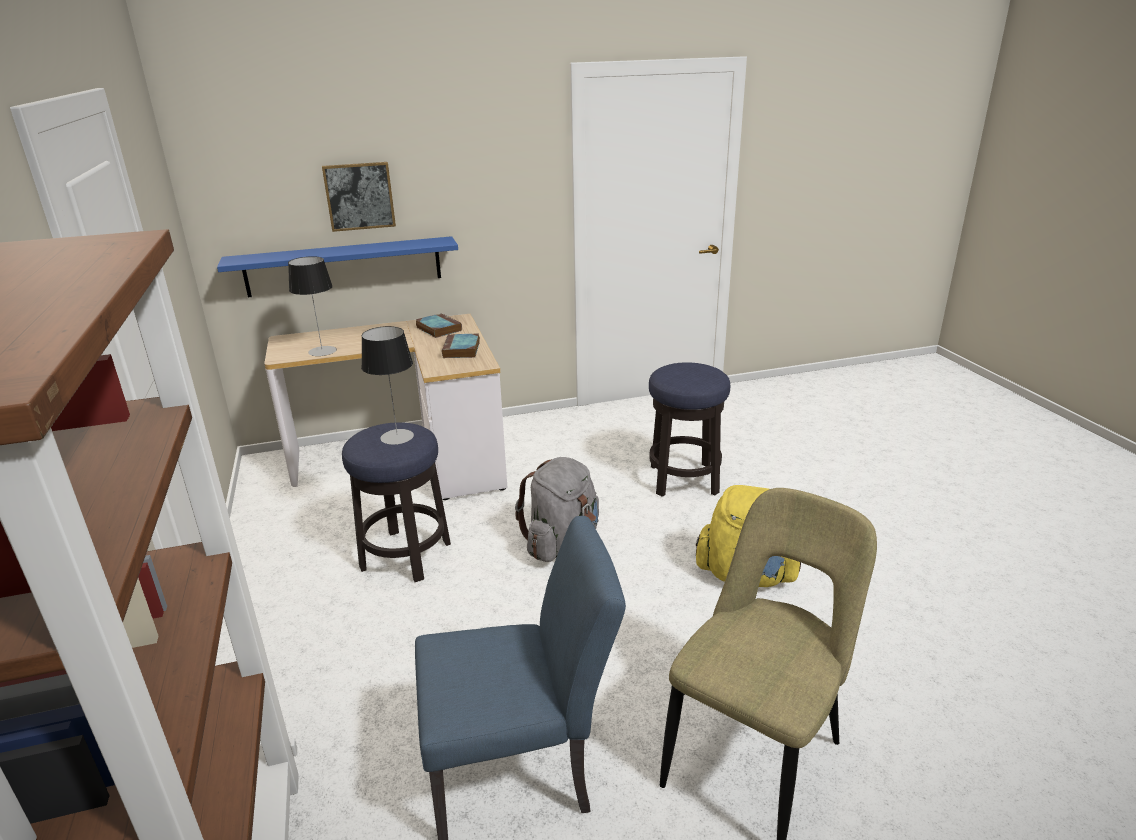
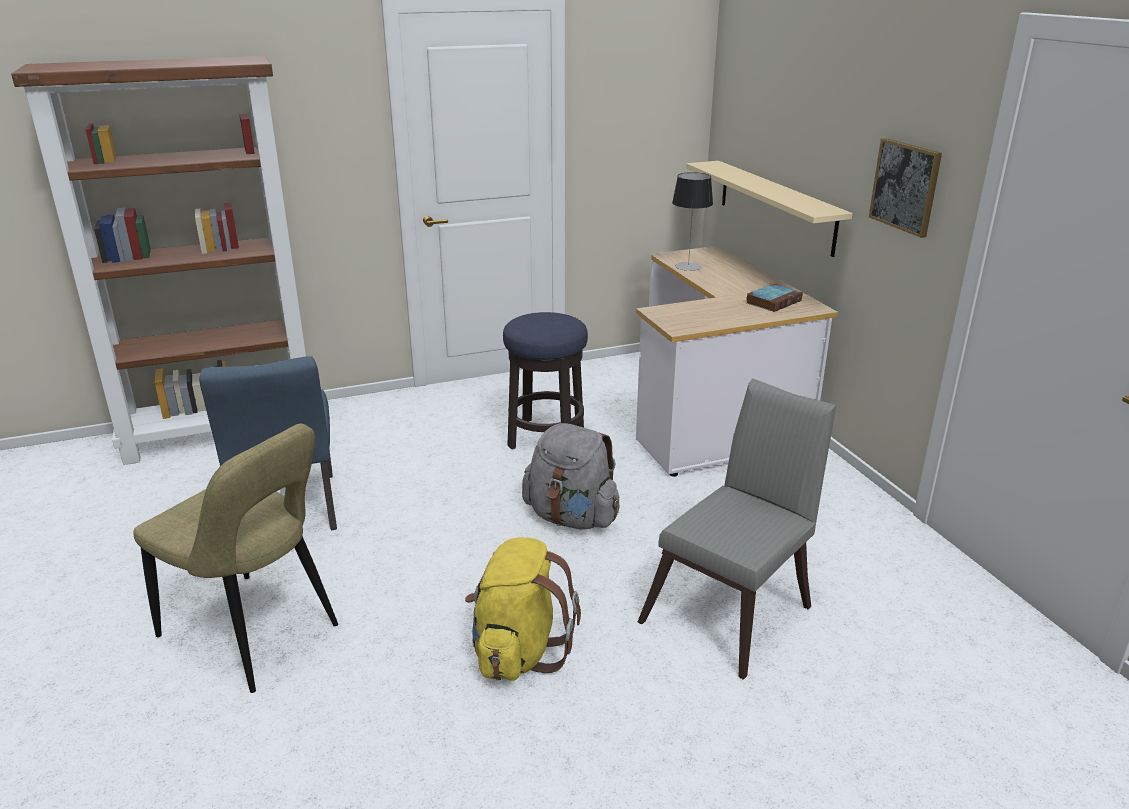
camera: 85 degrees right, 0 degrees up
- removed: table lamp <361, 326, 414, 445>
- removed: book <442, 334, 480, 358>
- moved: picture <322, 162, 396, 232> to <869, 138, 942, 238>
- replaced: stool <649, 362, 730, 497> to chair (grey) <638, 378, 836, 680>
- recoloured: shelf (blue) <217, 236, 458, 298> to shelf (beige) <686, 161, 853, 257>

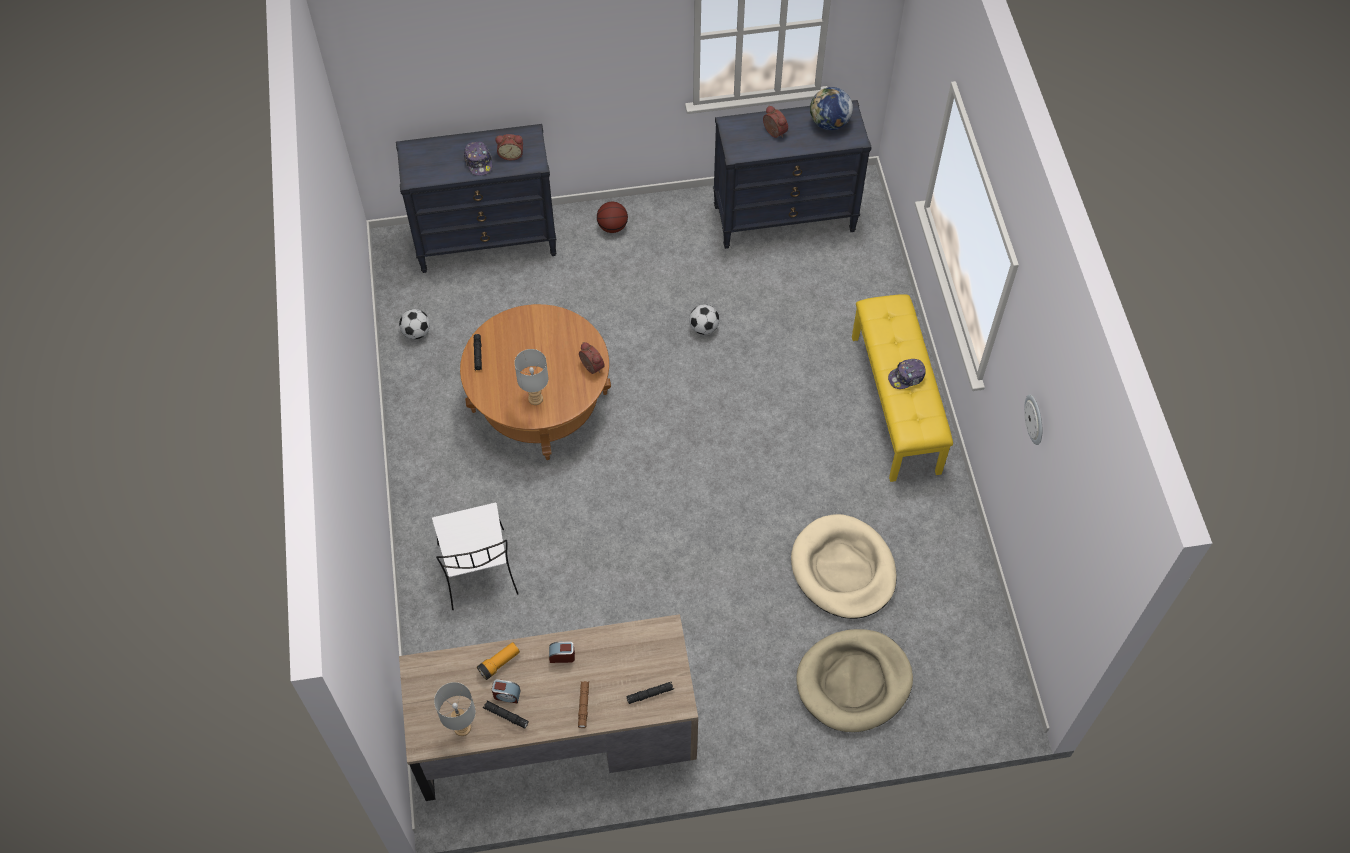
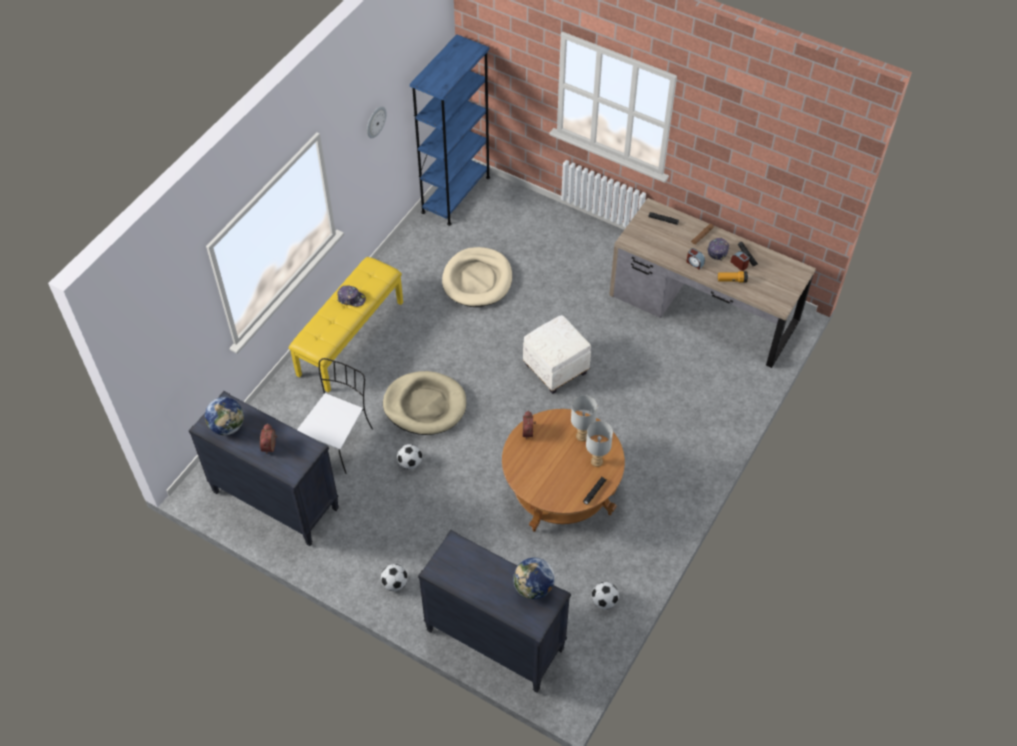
camera: 140 degrees left, 5 degrees down
- removed: alarm clock <495, 134, 523, 160>
- added: bookcase (blue) <410, 34, 490, 226>
- added: globe <513, 558, 555, 599>
- added: ottoman (white) <523, 315, 591, 394>
- moved: chair (white) <432, 503, 519, 610> to <297, 358, 373, 474>
- moved: table lamp (grey) <434, 682, 476, 736> to <586, 421, 613, 467>
- moved: cap <464, 142, 492, 176> to <707, 238, 729, 261>
- moved: dog bed (beige) <796, 629, 913, 732> to <383, 371, 466, 435>
- replaced: basketball <597, 202, 628, 233> to football <381, 564, 408, 591>

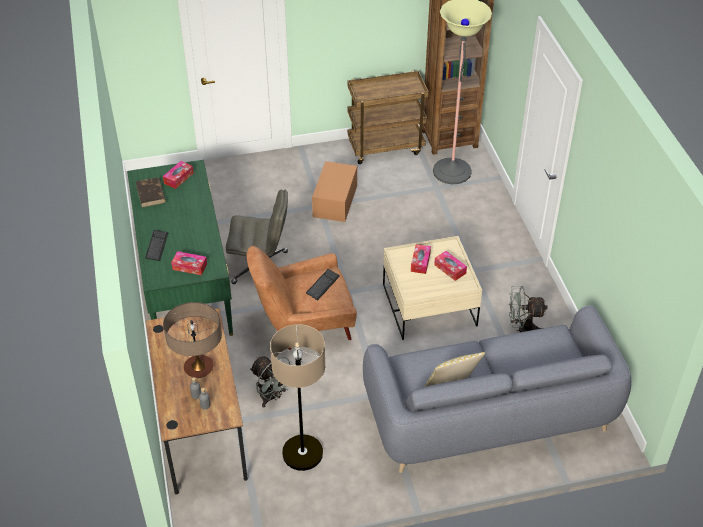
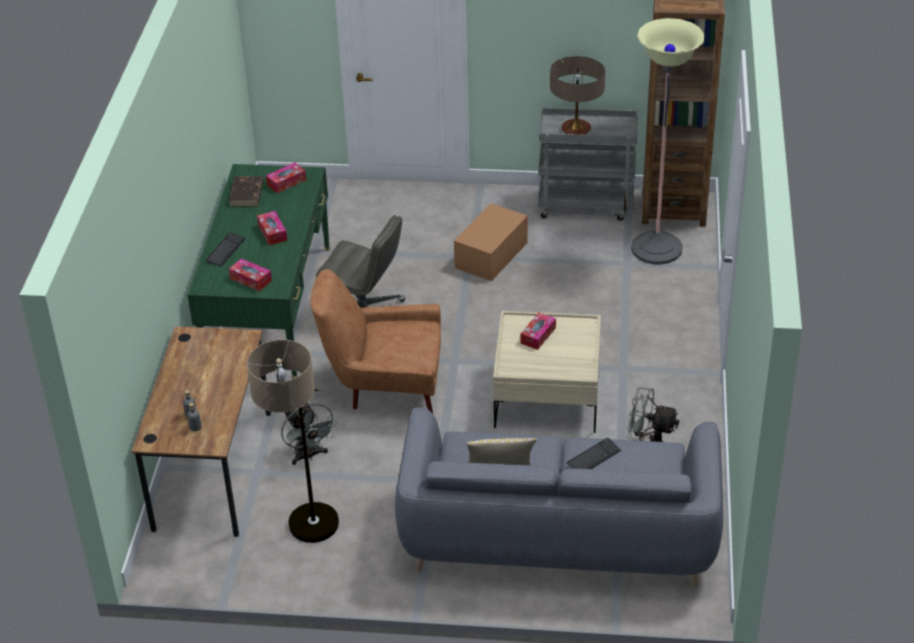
camera: 20 degrees right, 5 degrees down
- moved: table lamp <163, 302, 222, 378> to <550, 56, 605, 135>
- moved: keyboard <306, 269, 340, 300> to <567, 438, 621, 469>
- moved: tissue box <434, 251, 467, 281> to <257, 211, 287, 245>
- recoloured: cart (brown) <347, 71, 429, 164> to cart (grey) <538, 107, 638, 221>

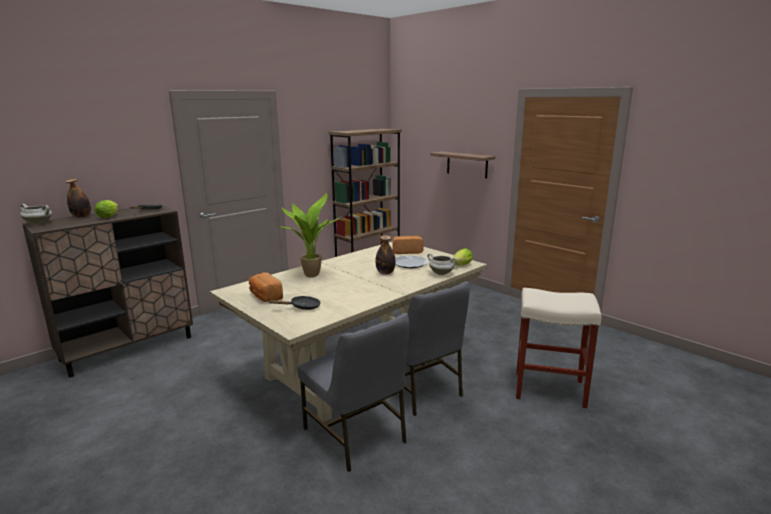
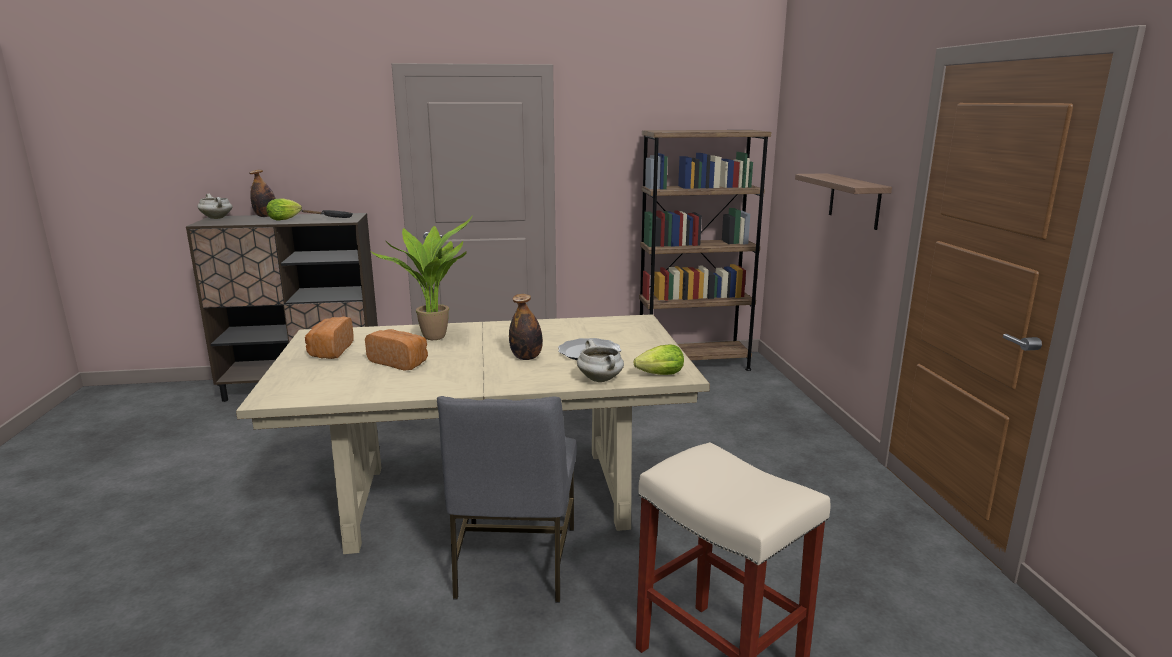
camera: 35 degrees right, 0 degrees up
- removed: frying pan (black) <268, 296, 321, 310>
- removed: chair (grey) <298, 313, 409, 472>
- moved: bread <392, 236, 424, 254> to <365, 329, 428, 371>

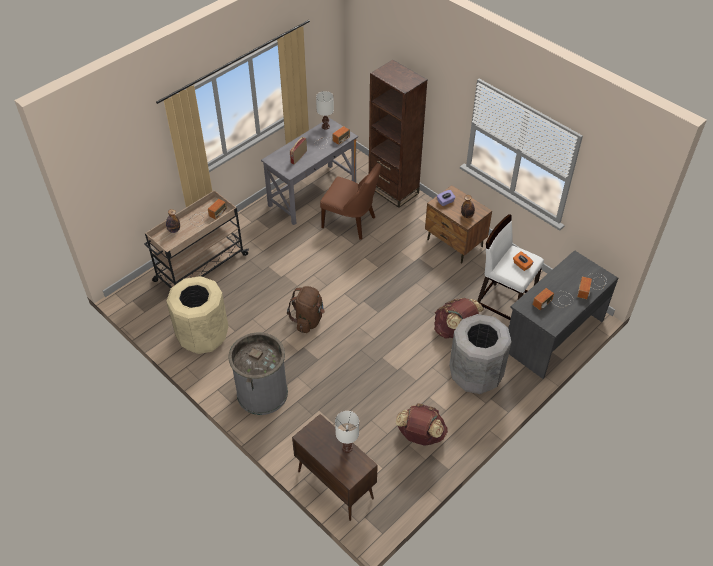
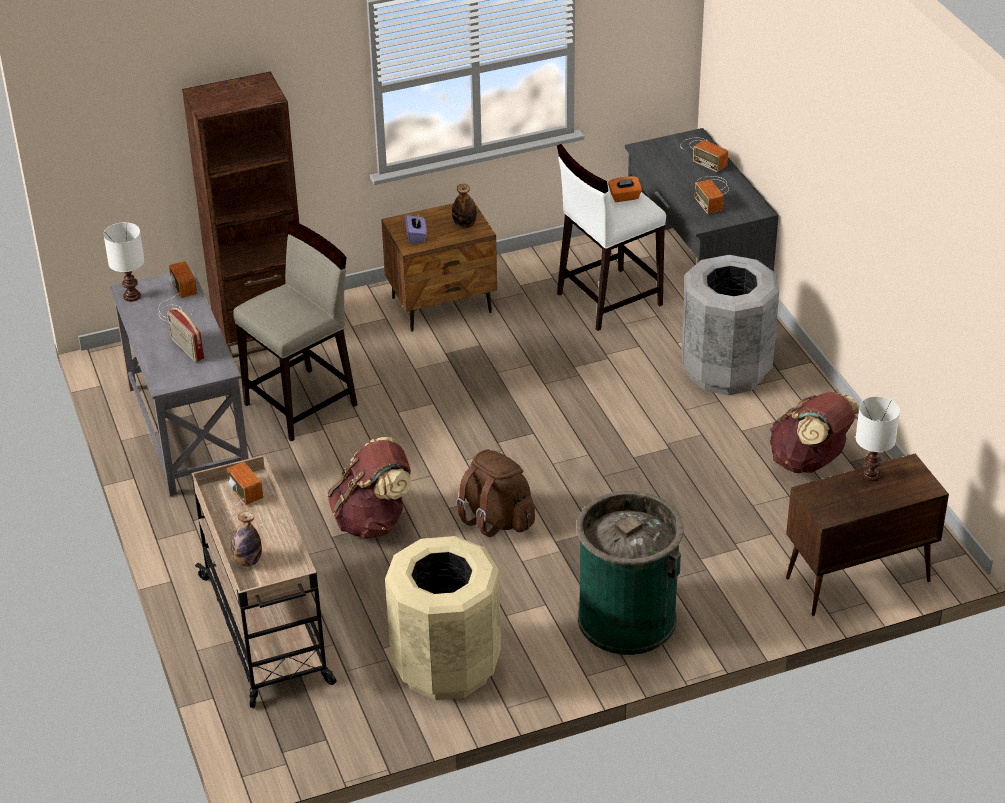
camera: 65 degrees left, 10 degrees down
- moved: backpack (brown) <434, 298, 484, 338> to <328, 437, 412, 539>
- replaced: chair (brown) <320, 163, 381, 240> to stool (beige) <233, 221, 358, 442>
- recoloured: trash can (grey) <228, 333, 288, 415> to trash can (green) <577, 491, 684, 655>

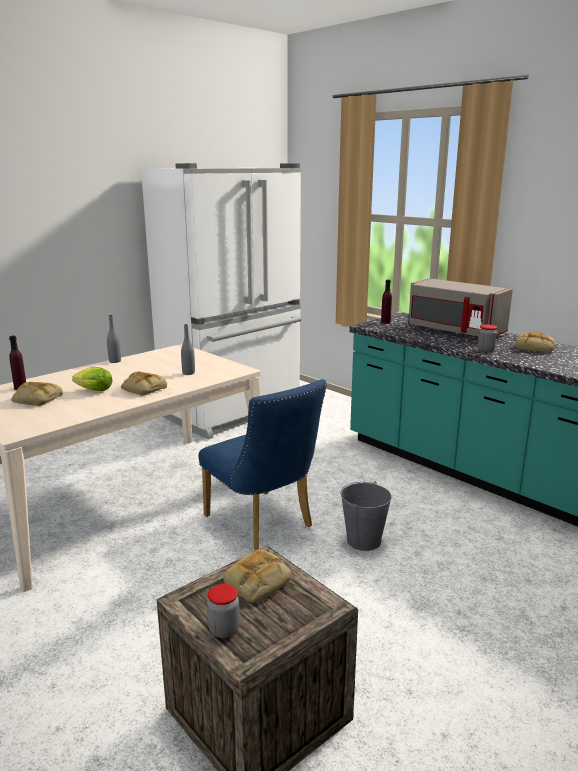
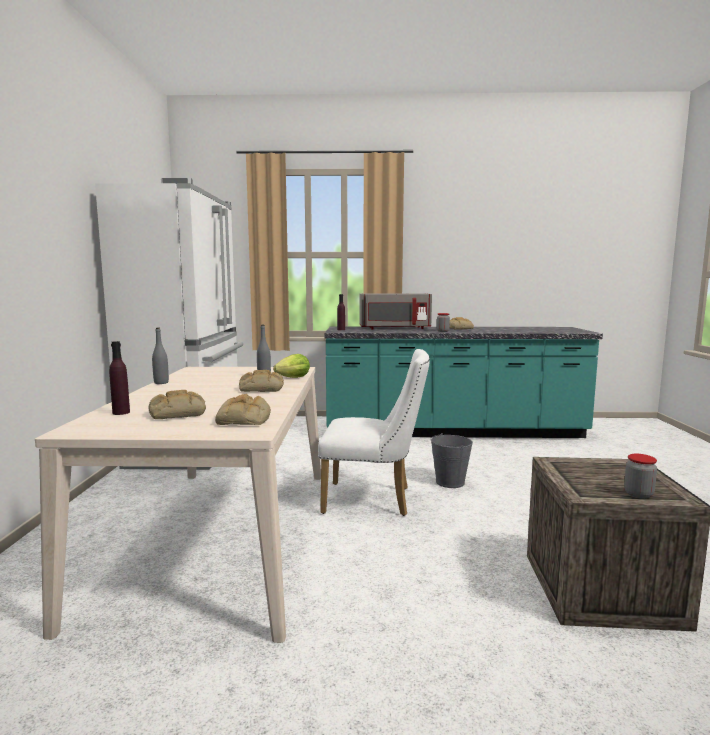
camera: 45 degrees left, 10 degrees down
- moved: lettuce <72, 367, 113, 391> to <273, 354, 310, 378>
- moved: bread <223, 549, 291, 603> to <215, 394, 271, 425>
- recoloured: chair (blue) <199, 379, 327, 551> to chair (white) <318, 349, 430, 516>

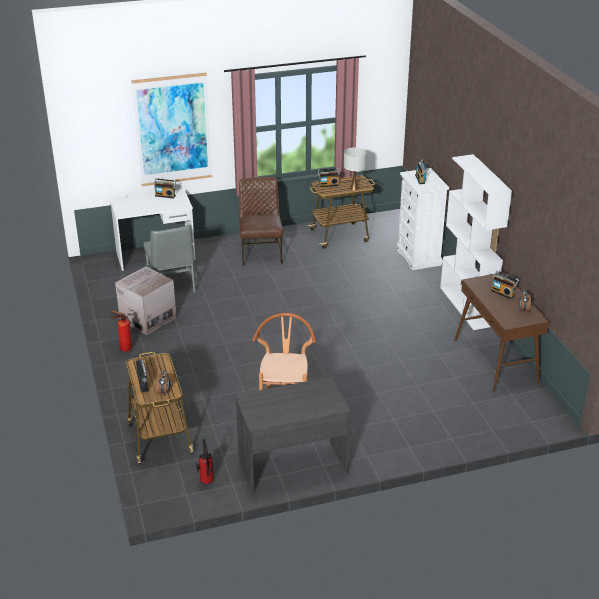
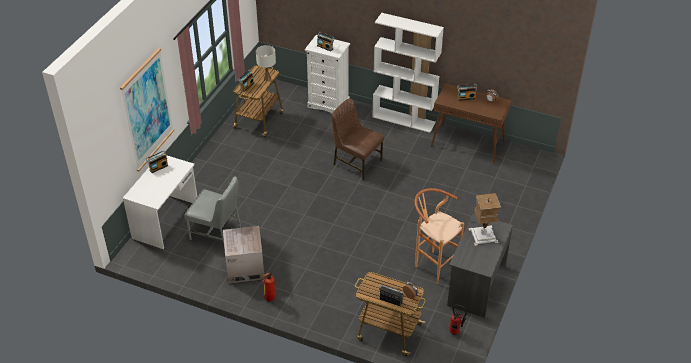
camera: 50 degrees left, 10 degrees up
- added: table lamp <468, 193, 501, 246>
- moved: chair (brown) <239, 177, 283, 266> to <331, 99, 384, 180>

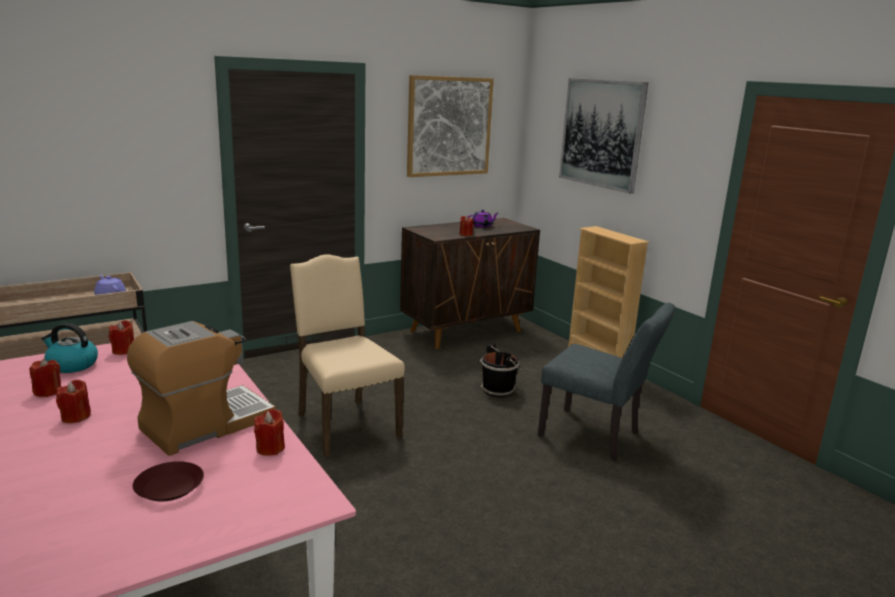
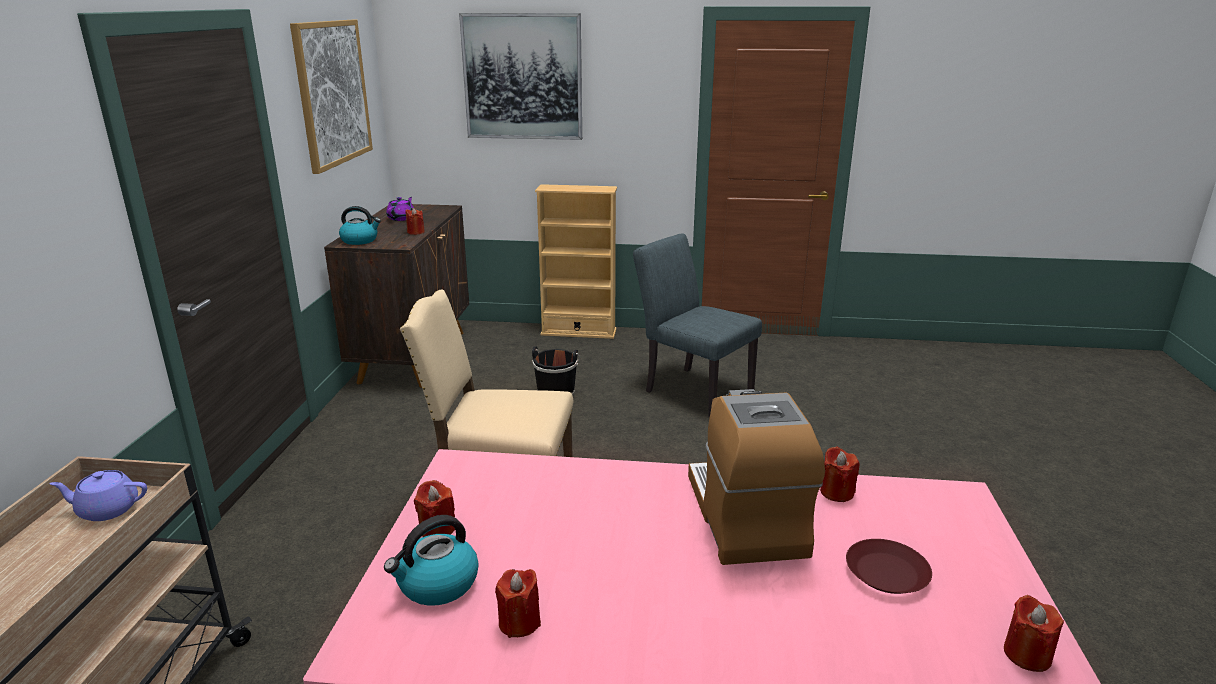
camera: 50 degrees left, 5 degrees up
- added: kettle <339, 206, 381, 245>
- moved: candle (red) <56, 380, 91, 423> to <1004, 595, 1064, 672>
- turned: chair (grey) <538, 303, 676, 461> = <633, 233, 762, 417> 120 degrees counterclockwise

